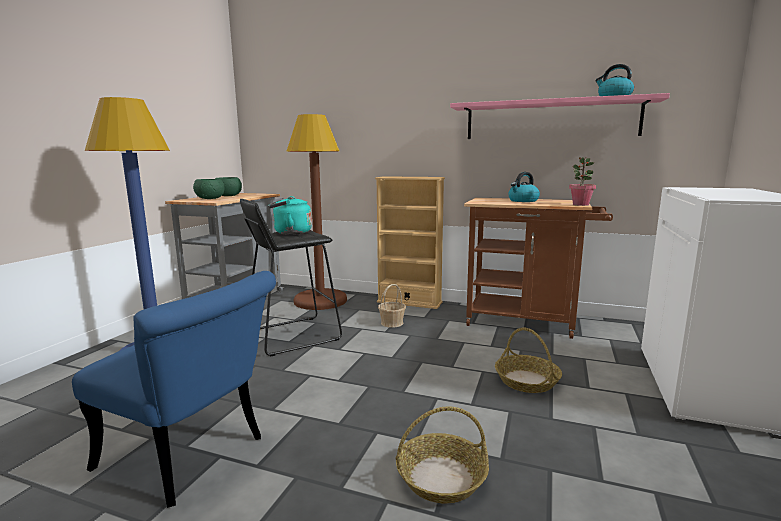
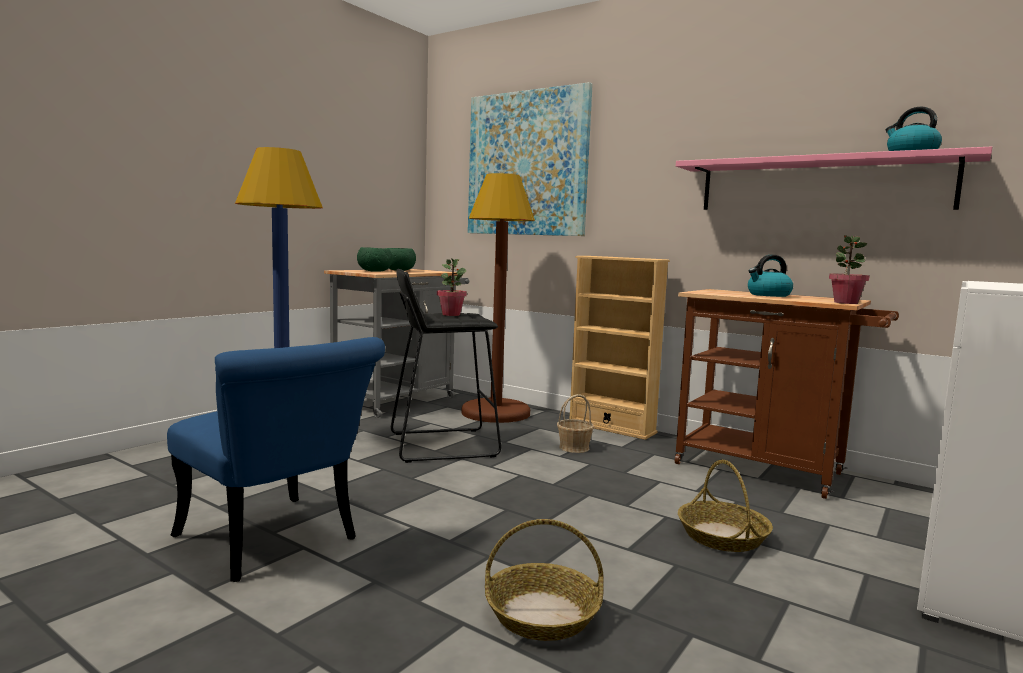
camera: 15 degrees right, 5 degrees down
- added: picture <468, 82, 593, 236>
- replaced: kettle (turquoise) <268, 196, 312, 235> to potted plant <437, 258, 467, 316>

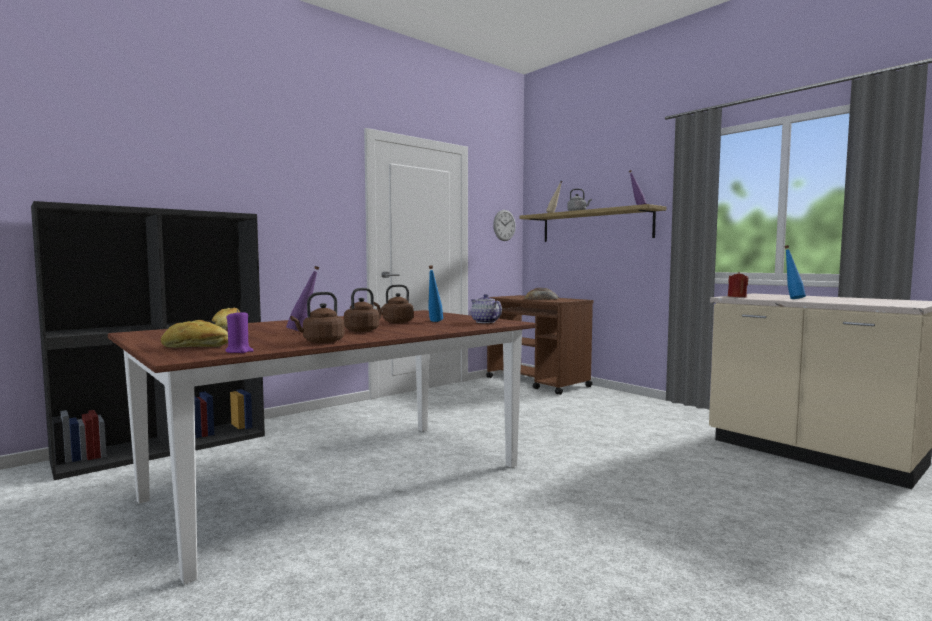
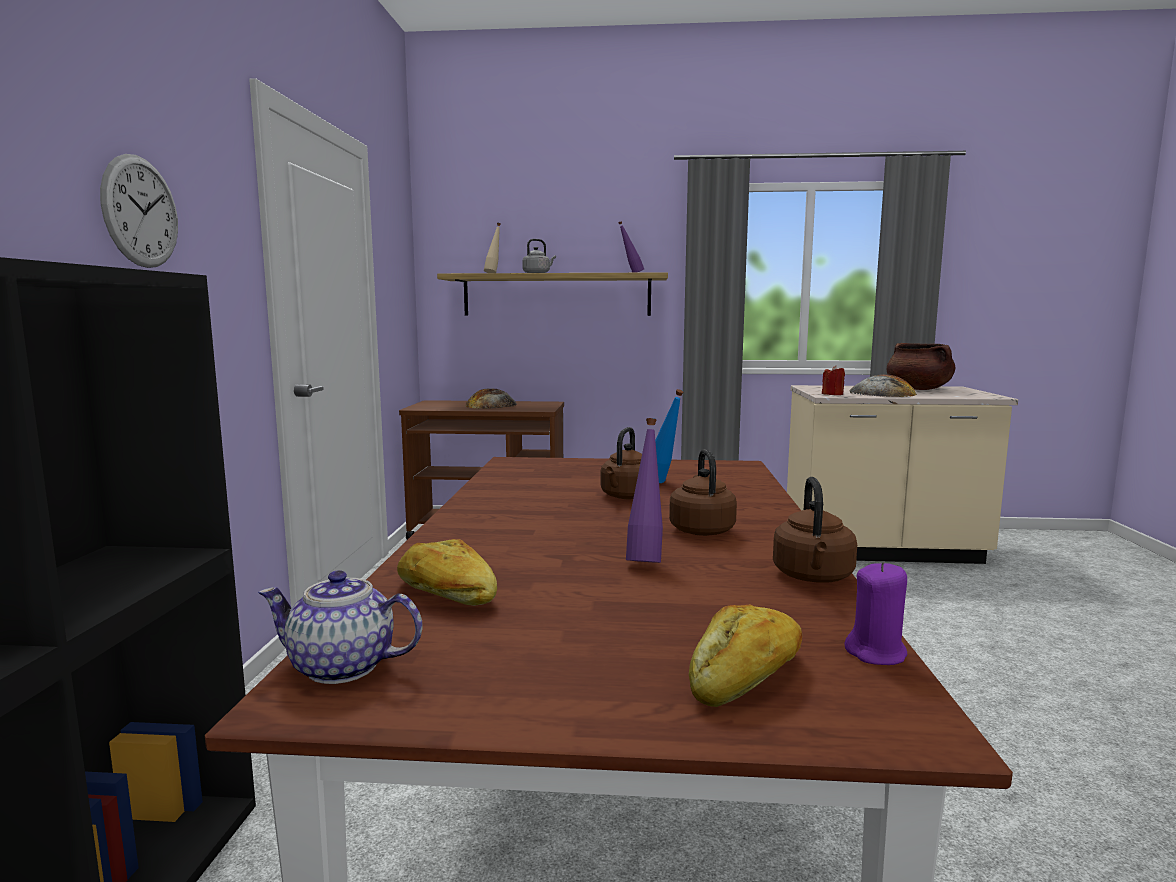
camera: 45 degrees left, 5 degrees up
- added: cooking pot (brown) <887, 343, 956, 390>
- moved: teapot <471, 294, 502, 323> to <258, 570, 423, 684>
- moved: wall clock <493, 210, 516, 241> to <100, 154, 178, 268>
- replaced: bottle (blue) <784, 245, 806, 299> to bread <849, 374, 917, 397>

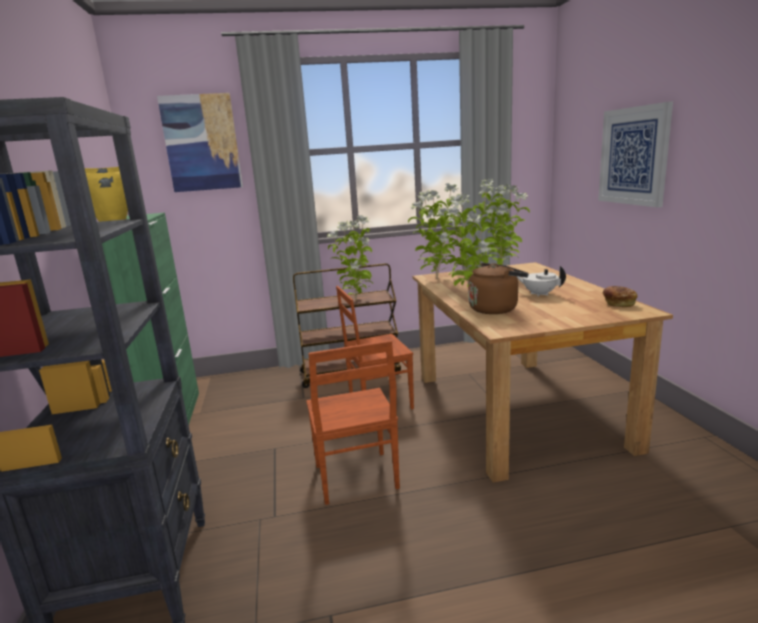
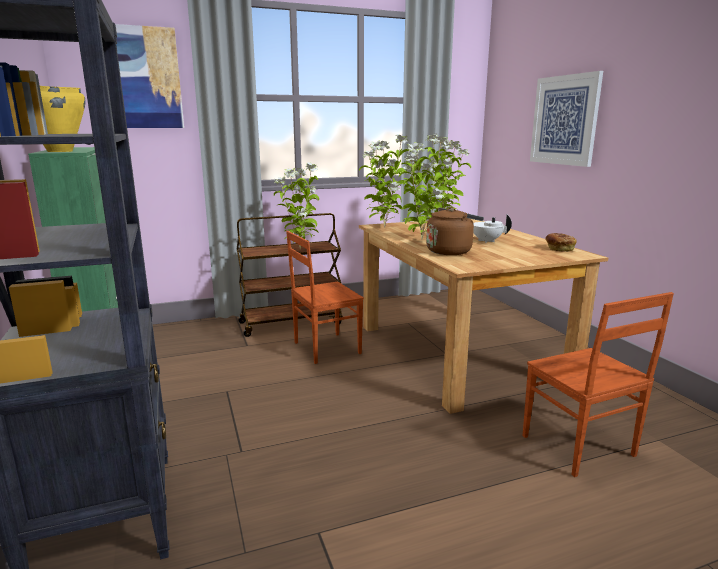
camera: 10 degrees left, 0 degrees up
- moved: chair (brown) <306, 340, 400, 505> to <523, 292, 674, 477>

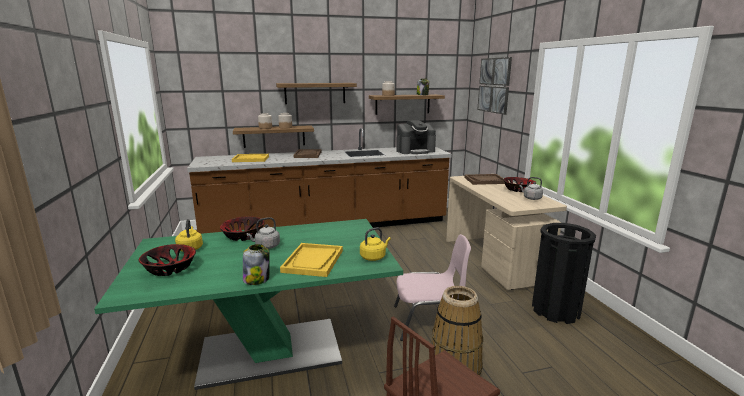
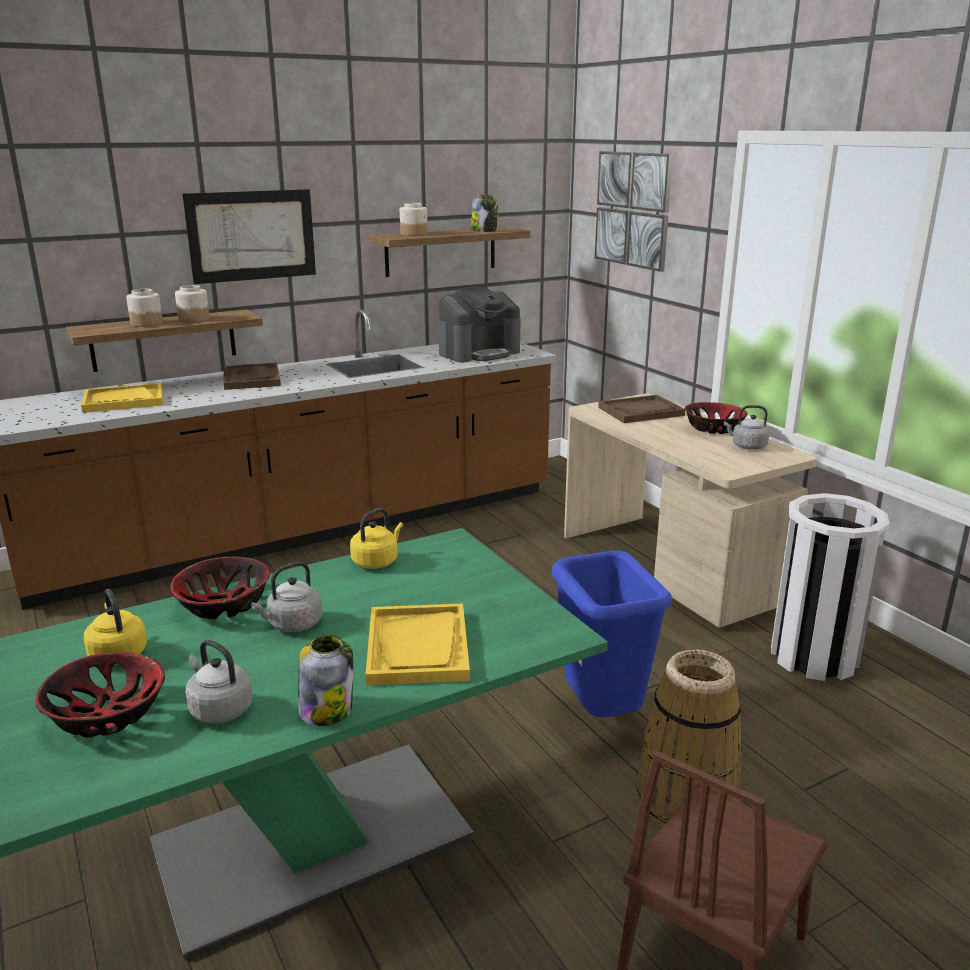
camera: 15 degrees left, 5 degrees up
- added: kettle (grey) <185, 640, 253, 723>
- moved: kettle (yellow) <360, 227, 391, 261> to <350, 508, 403, 569>
- replaced: shelf <276, 83, 357, 104> to picture <182, 189, 316, 284>
- replaced: chair (pink) <394, 234, 471, 341> to trash can (blue) <552, 550, 672, 718>
- recoloured: trash can (black) <532, 223, 596, 324> to trash can (white) <771, 493, 890, 681>

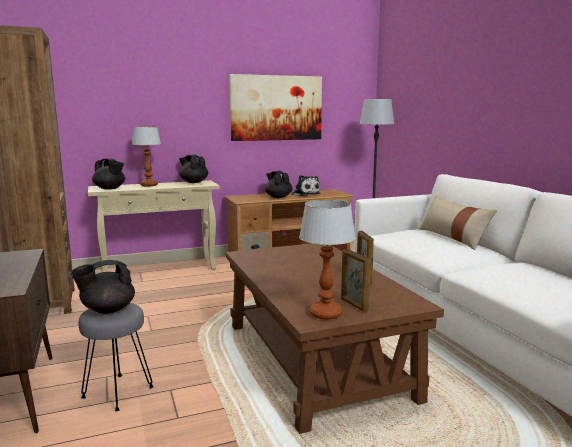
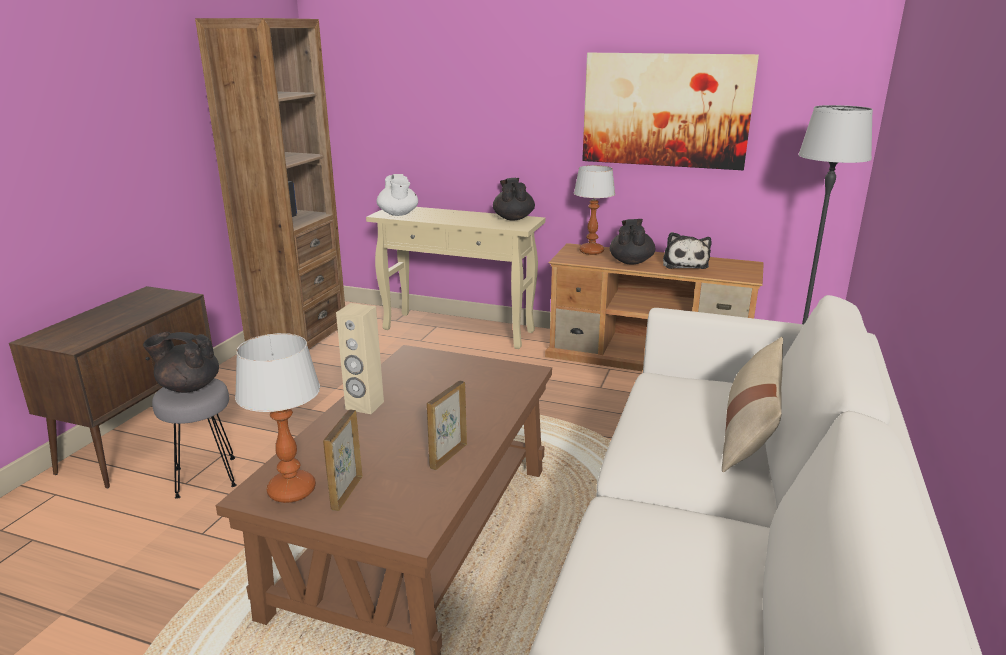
camera: 40 degrees right, 10 degrees up
- added: speaker (beige) <336, 303, 384, 414>
- moved: table lamp <132, 126, 161, 186> to <574, 165, 615, 255>
- recoloured: teapot (black) <92, 158, 125, 190> to teapot (white) <377, 174, 418, 216>

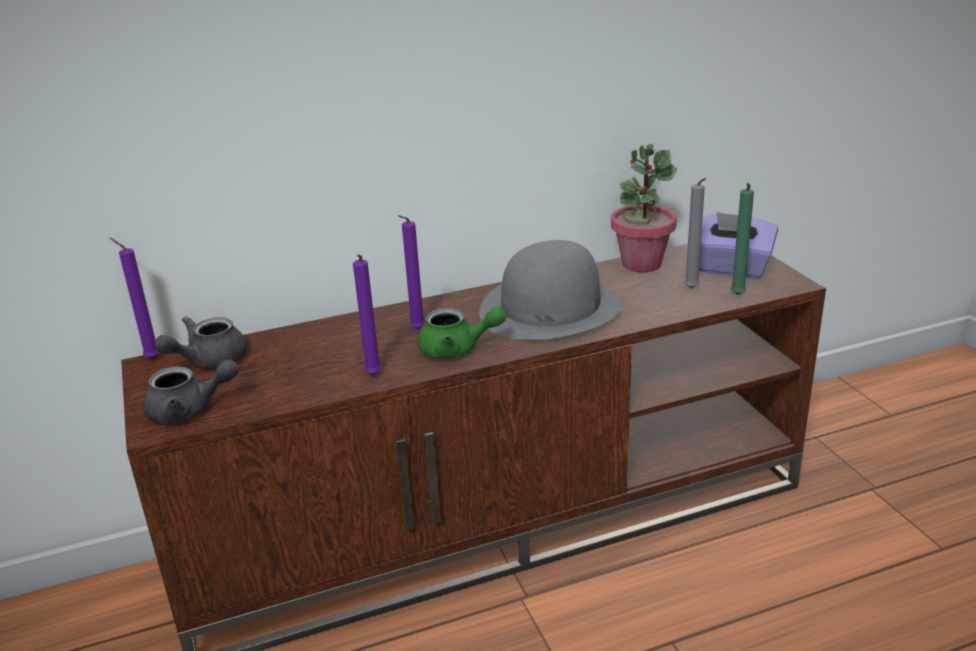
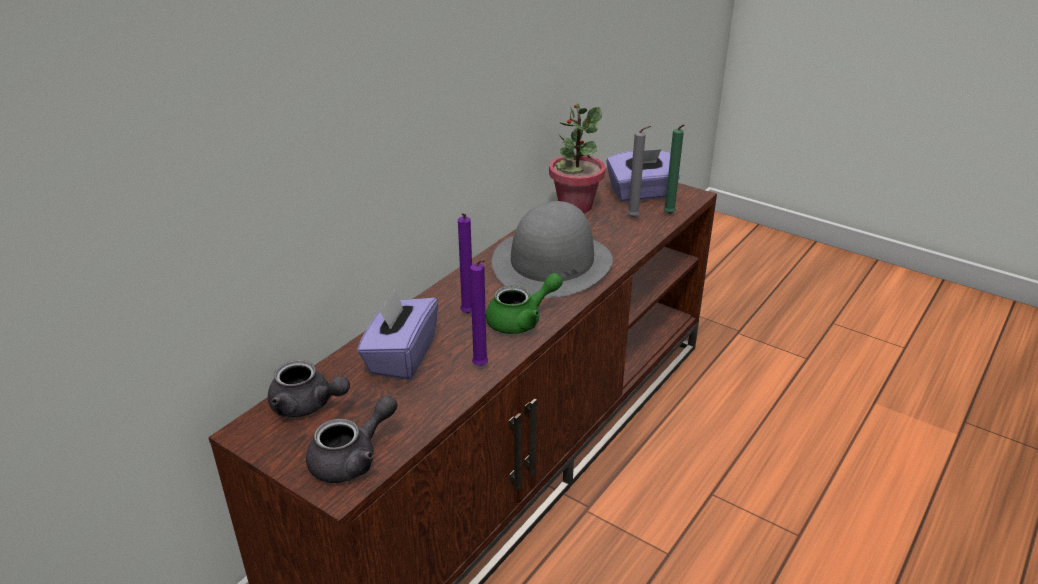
camera: 35 degrees left, 5 degrees up
- removed: candle (purple) <110, 238, 159, 359>
- added: tissue box (purple) <357, 288, 438, 380>
- turned: teapot (grey) <155, 316, 248, 368> = <268, 360, 350, 417> 75 degrees counterclockwise

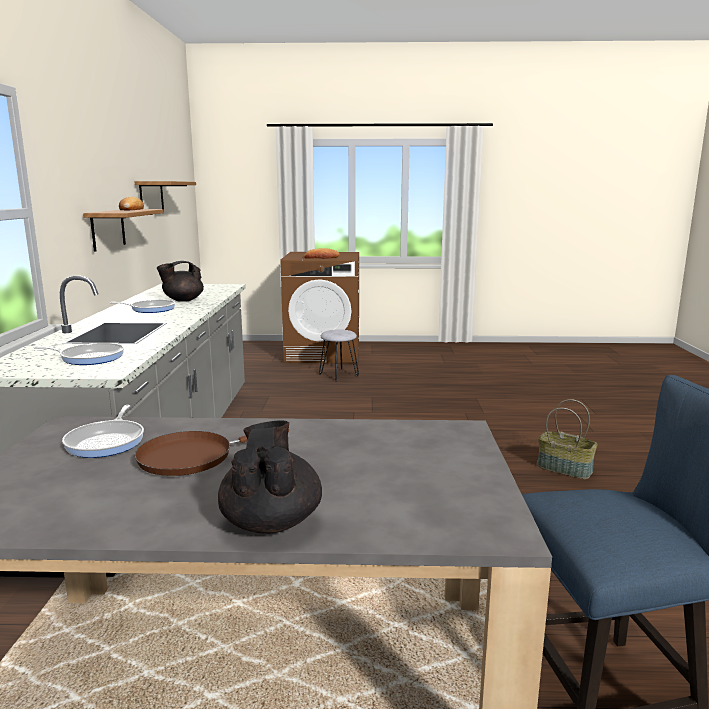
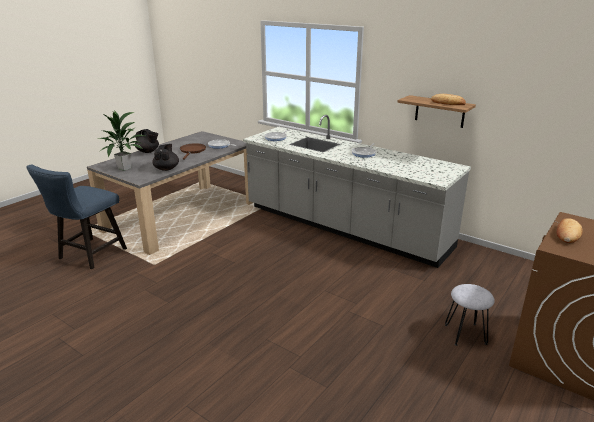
camera: 125 degrees right, 10 degrees up
- removed: shelf <134, 181, 196, 209>
- removed: basket <537, 399, 598, 479>
- added: potted plant <97, 111, 145, 171>
- moved: teapot (black) <157, 261, 204, 302> to <153, 144, 179, 171>

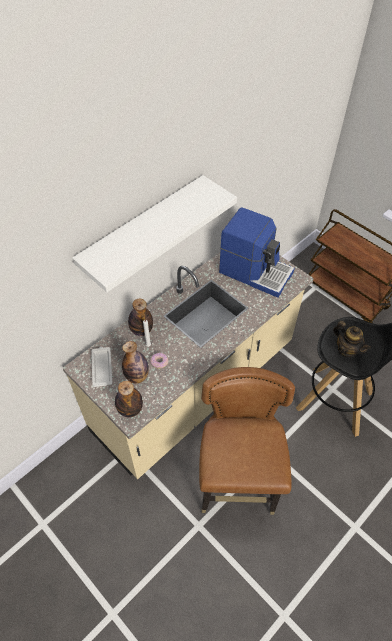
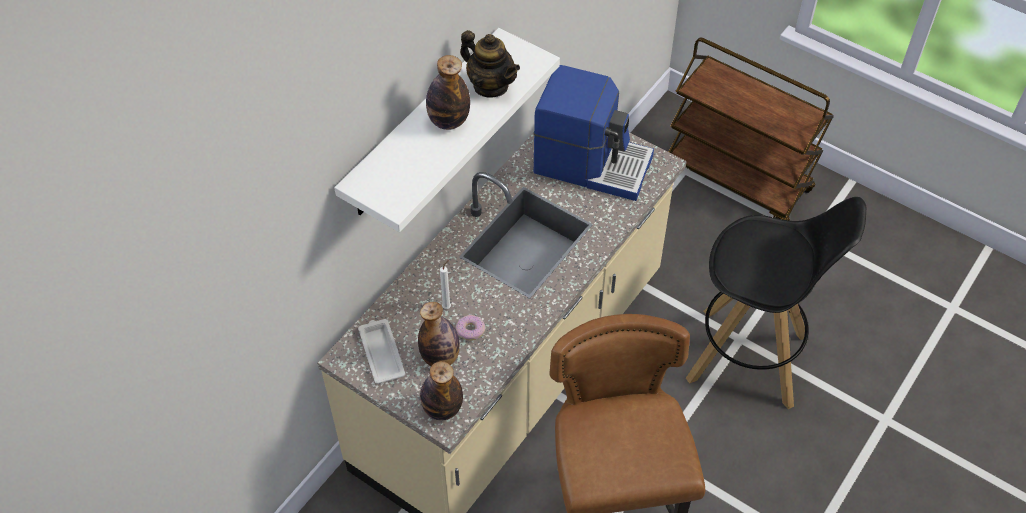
camera: 10 degrees left, 0 degrees up
- moved: bottle <128, 299, 153, 336> to <426, 55, 470, 130>
- moved: teapot <334, 321, 371, 357> to <460, 30, 520, 97>

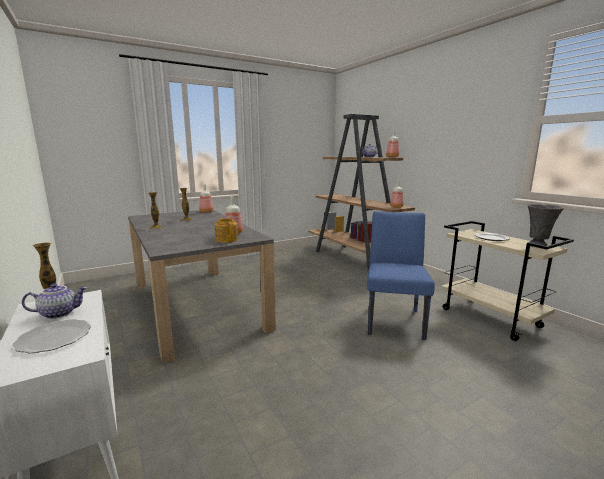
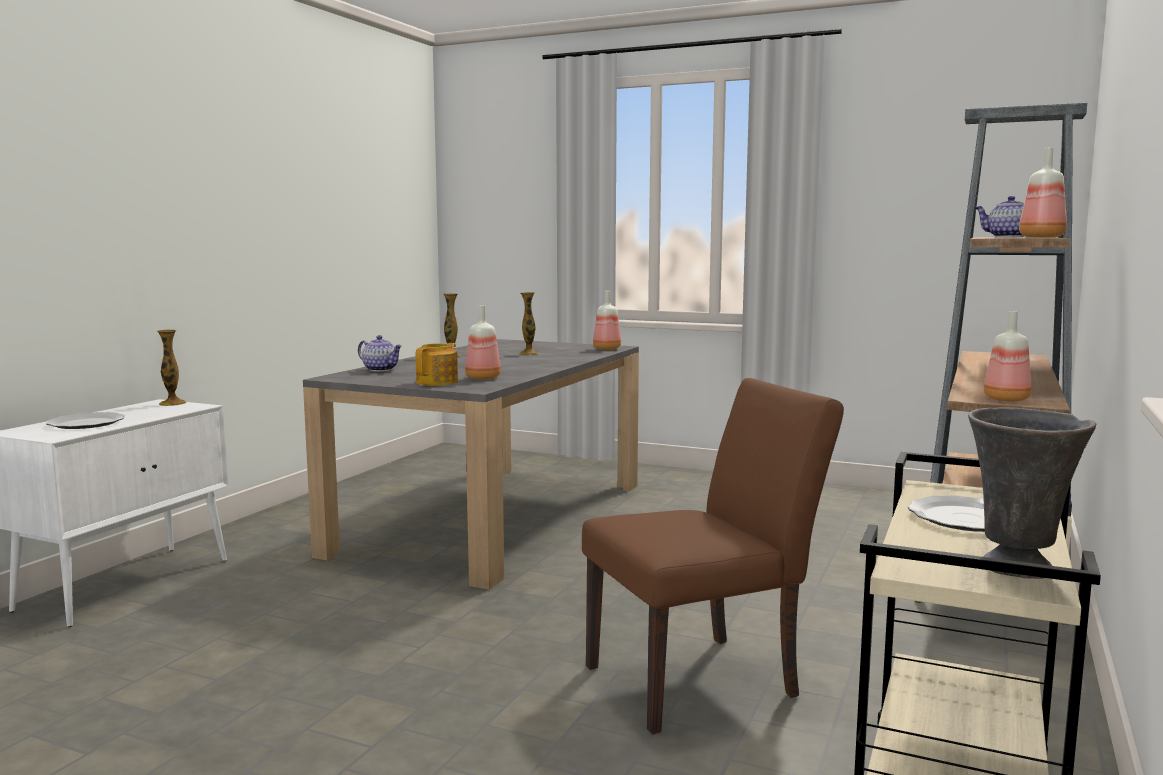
camera: 55 degrees right, 5 degrees down
- moved: teapot <22, 283, 87, 319> to <358, 335, 402, 371>
- recoloured: chair (blue) <367, 211, 435, 340> to chair (brown) <582, 378, 844, 735>

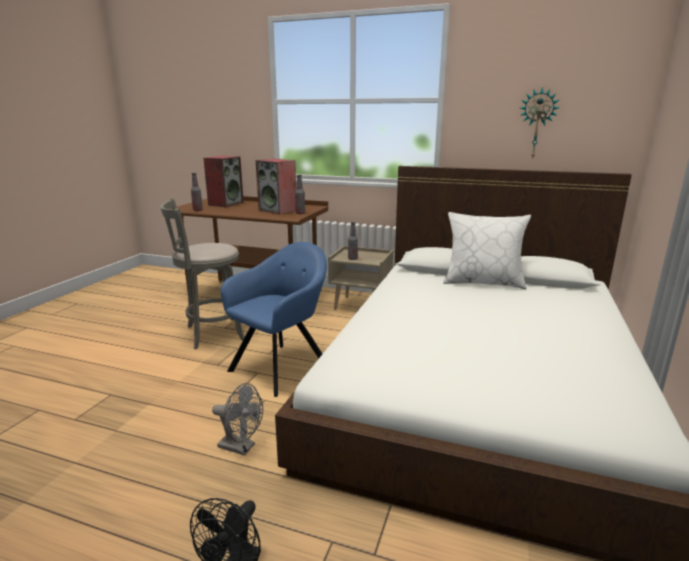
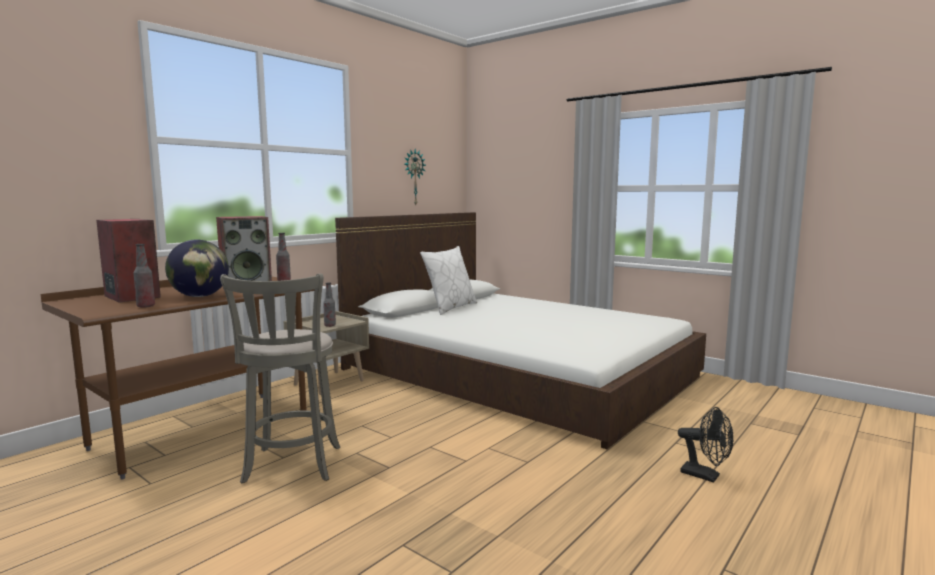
camera: 70 degrees left, 10 degrees down
- removed: fan (grey) <212, 383, 263, 455>
- removed: armchair (blue) <221, 242, 327, 397>
- added: globe <165, 239, 229, 297>

